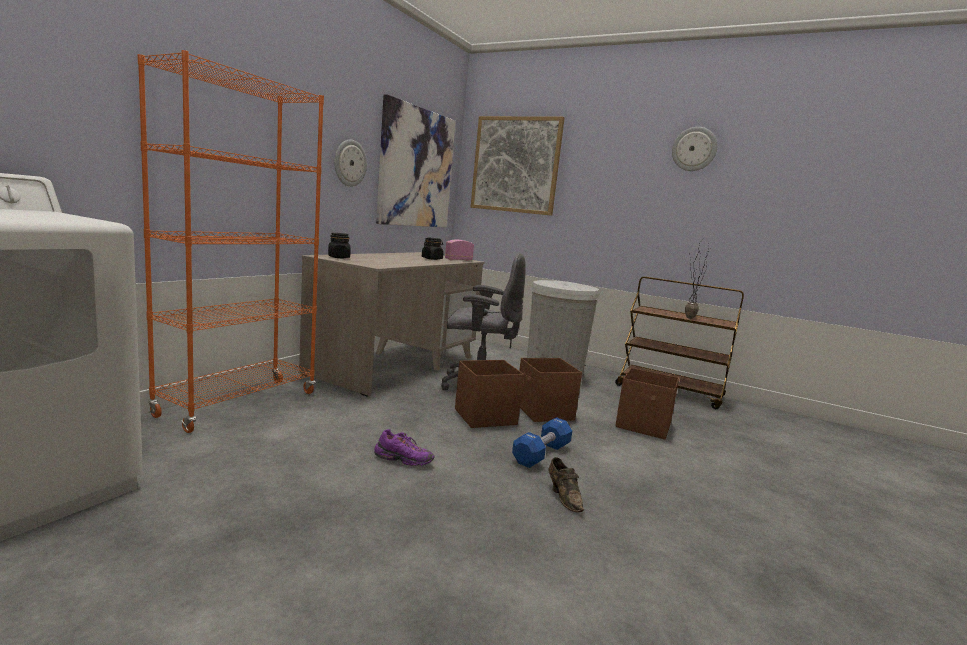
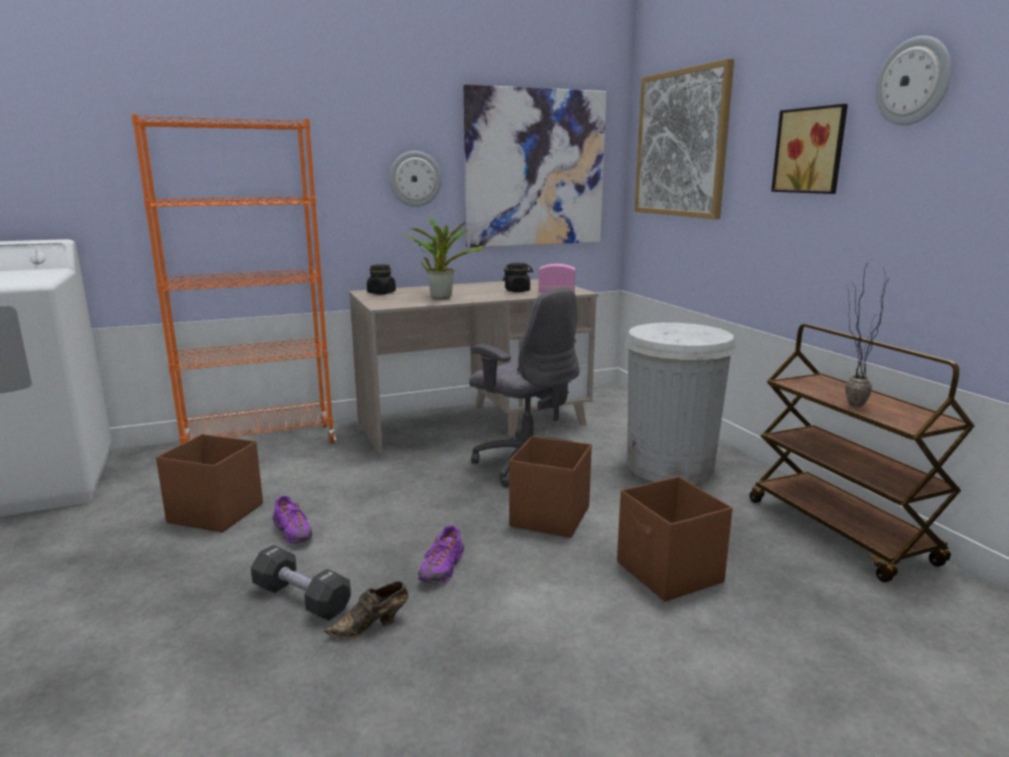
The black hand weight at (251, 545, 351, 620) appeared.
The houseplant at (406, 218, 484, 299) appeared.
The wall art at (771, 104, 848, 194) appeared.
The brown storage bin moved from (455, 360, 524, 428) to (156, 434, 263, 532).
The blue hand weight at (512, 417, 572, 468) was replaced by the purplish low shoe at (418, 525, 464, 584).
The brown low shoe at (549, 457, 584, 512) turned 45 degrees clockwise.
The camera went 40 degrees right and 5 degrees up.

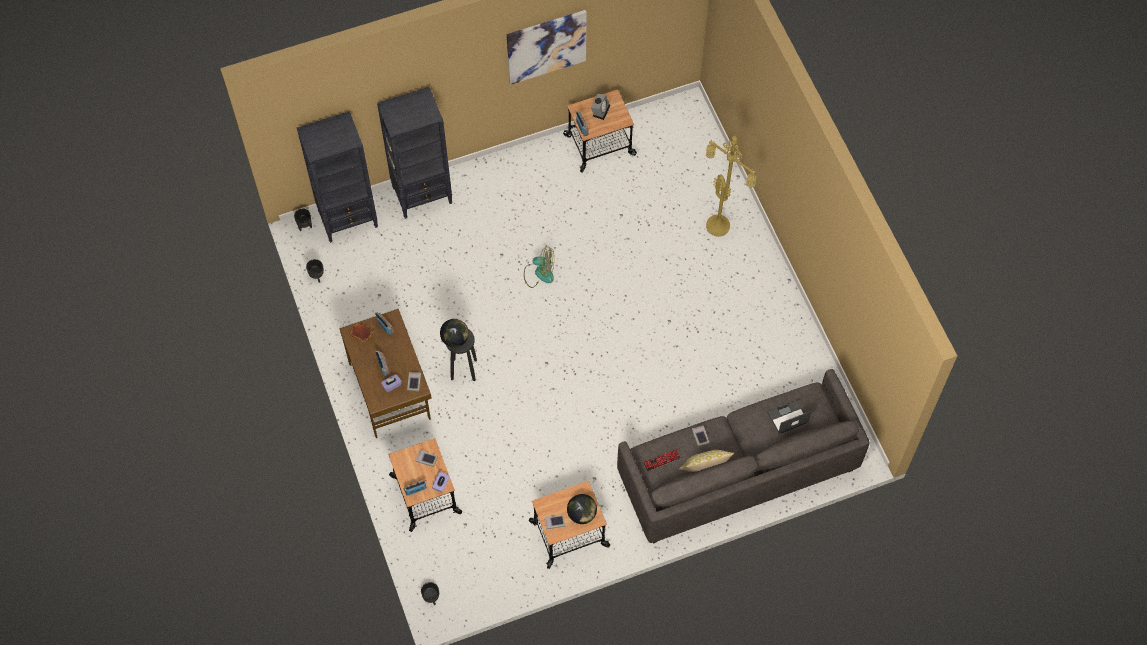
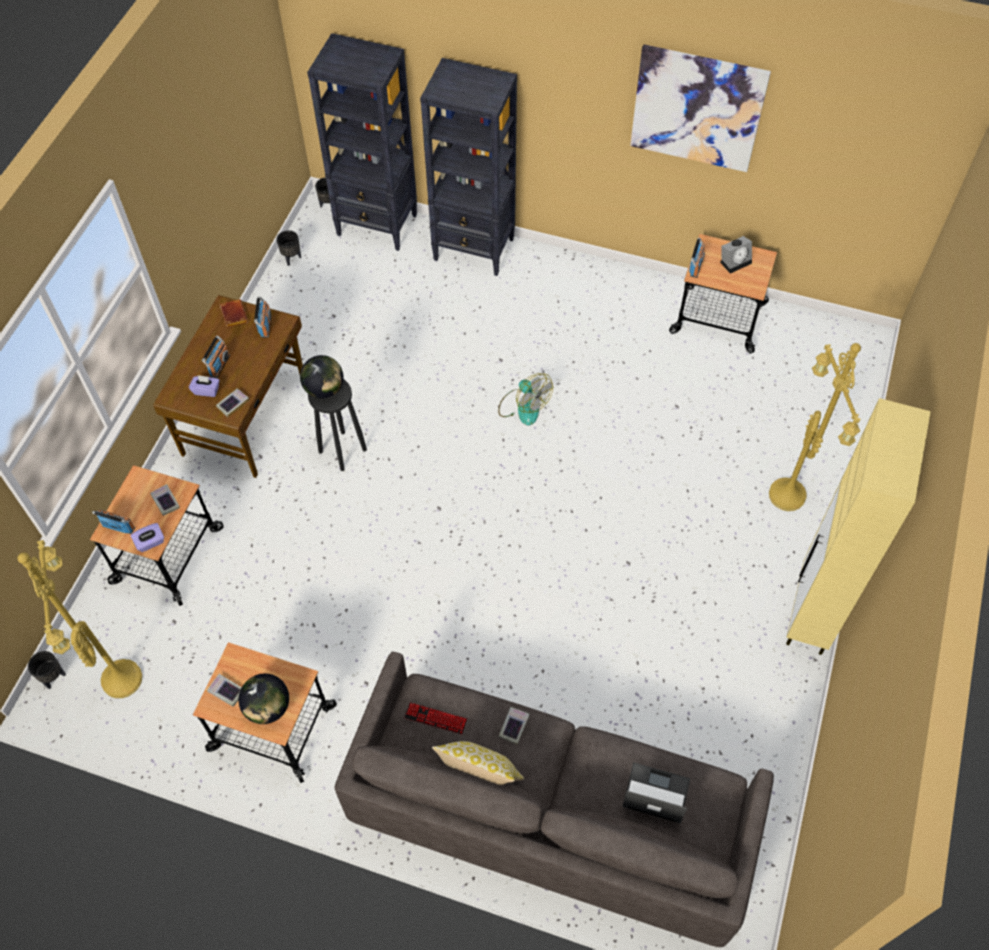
The yellow floor lamp at (17, 540, 142, 698) appeared.
The beige storage cabinet at (786, 398, 931, 655) appeared.
The camera went 40 degrees right and 5 degrees down.

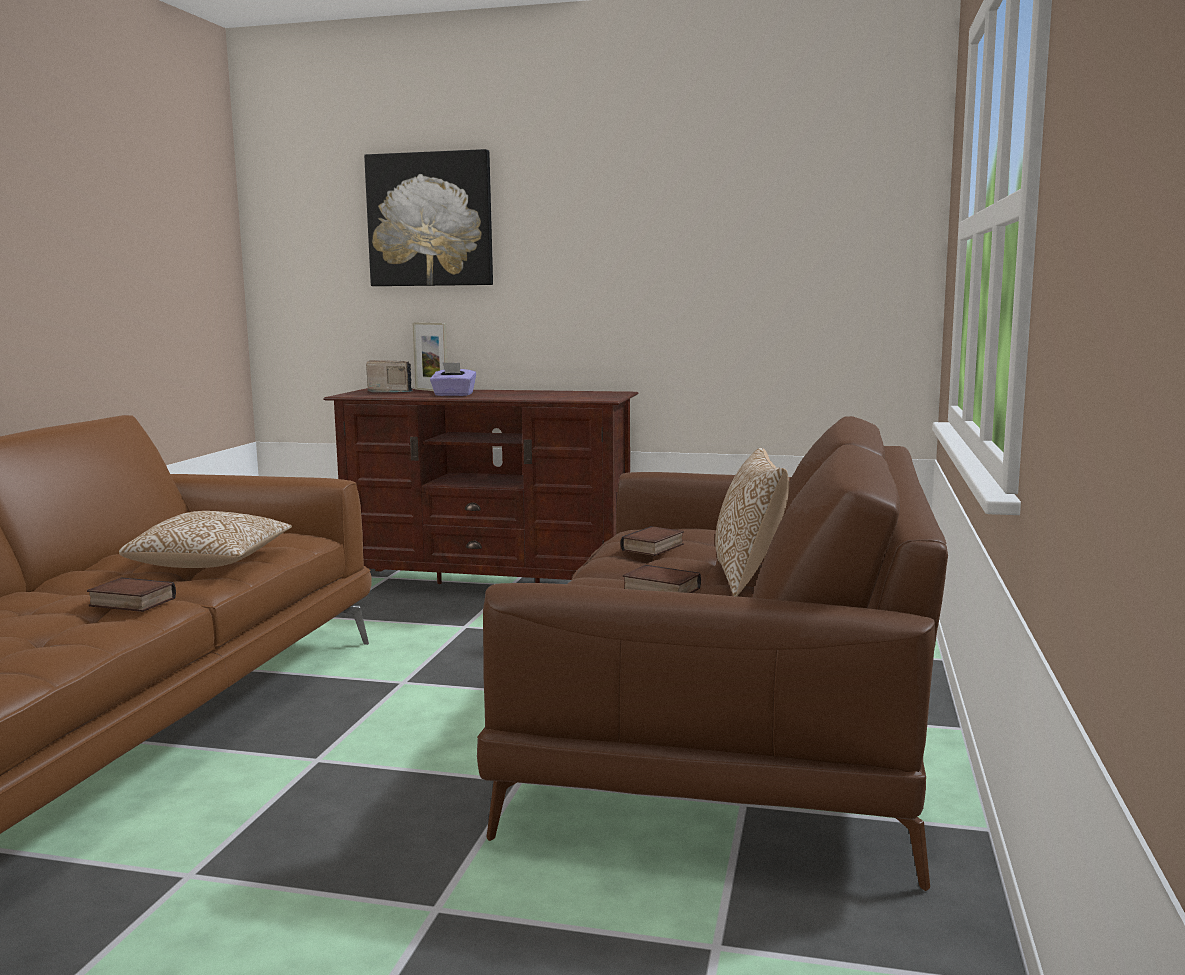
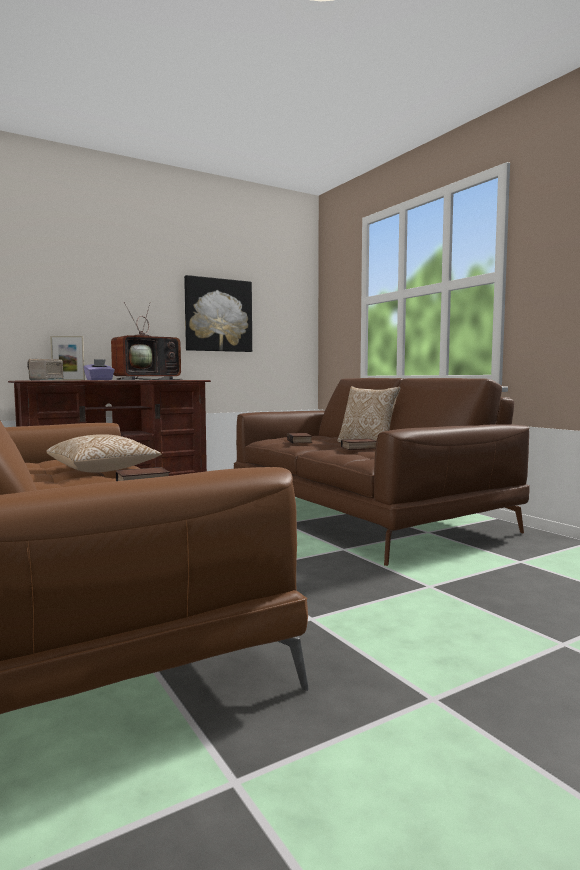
The television at (111, 302, 182, 380) appeared.
The wall art moved from (364, 149, 493, 286) to (184, 275, 252, 352).
The camera went 45 degrees left and 5 degrees down.

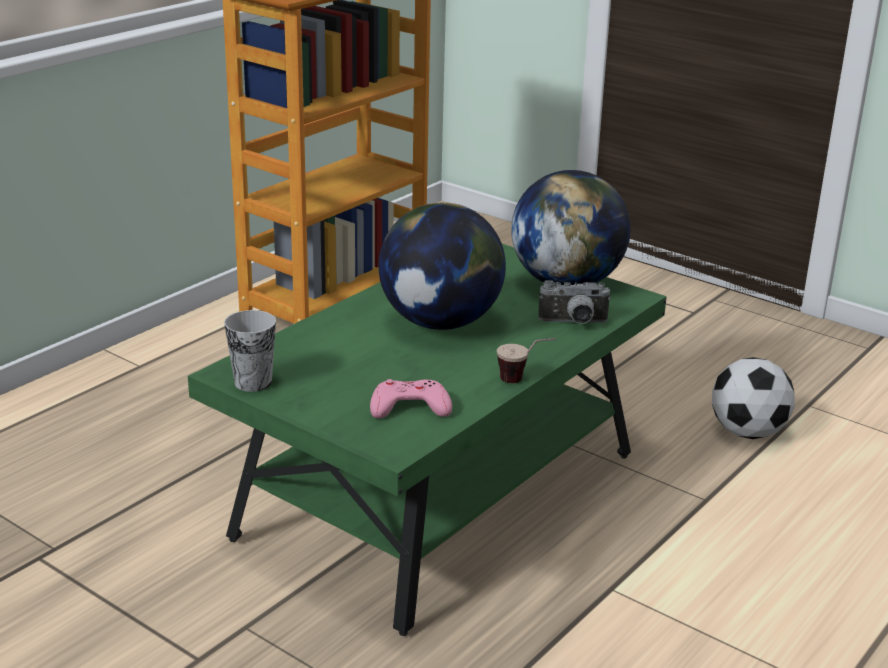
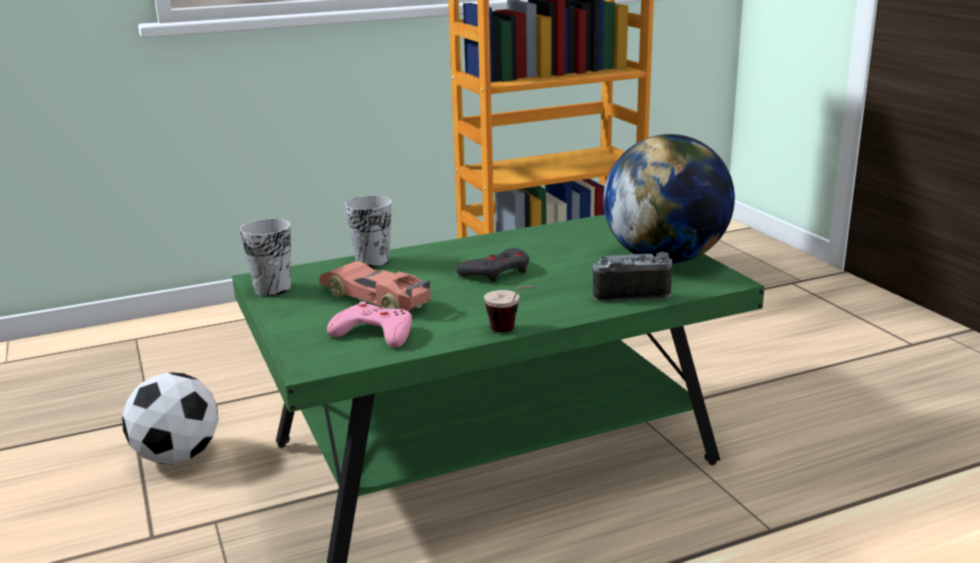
The model car at (319, 261, 431, 311) appeared.
The drinking cup at (345, 196, 392, 268) appeared.
The ball for football moved from (712, 357, 795, 439) to (122, 372, 219, 465).
The world globe at (378, 202, 506, 330) was replaced by the grey joypad at (456, 248, 529, 282).
The photo camera at (538, 280, 611, 324) turned 150 degrees clockwise.
The camera went 30 degrees right and 5 degrees down.

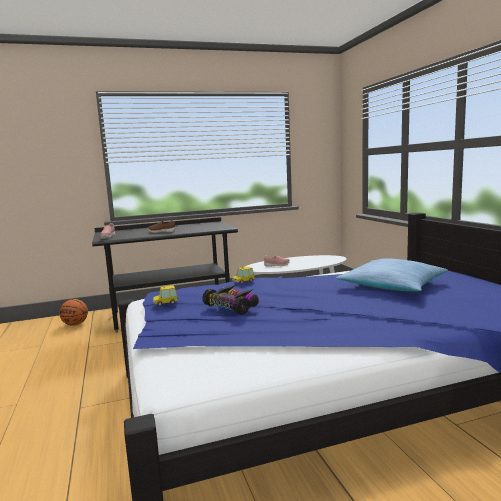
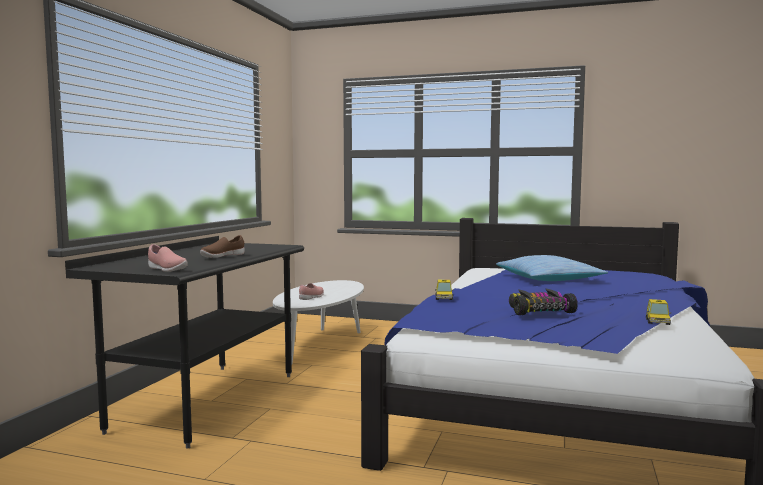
The basketball at (59, 299, 88, 326) disappeared.
The model car moved from (153, 285, 178, 306) to (646, 299, 672, 325).
The camera went 55 degrees left and 5 degrees down.

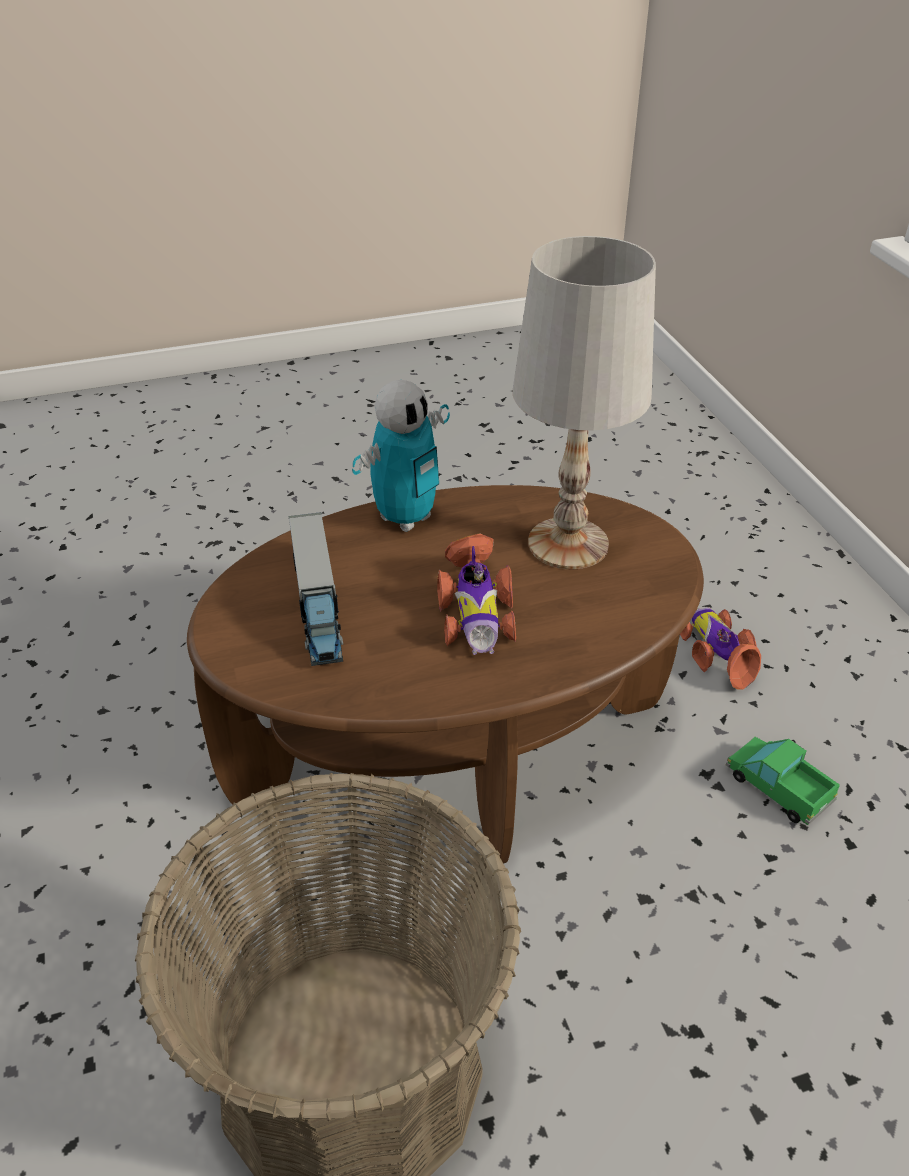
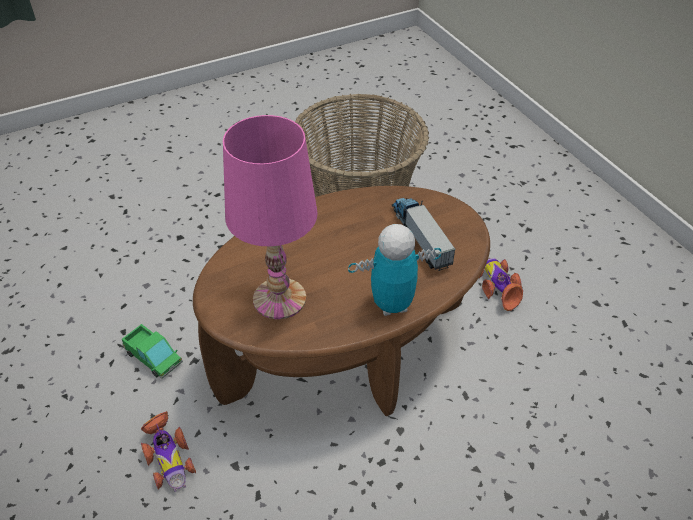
The model car moved from (437, 533, 516, 655) to (479, 258, 523, 311).
The white-coloured tabletop lamp at (513, 236, 656, 569) became the pink-coloured tabletop lamp at (223, 115, 318, 319).
The model robot at (352, 380, 450, 532) turned 45 degrees clockwise.
The camera went 170 degrees right and 5 degrees up.

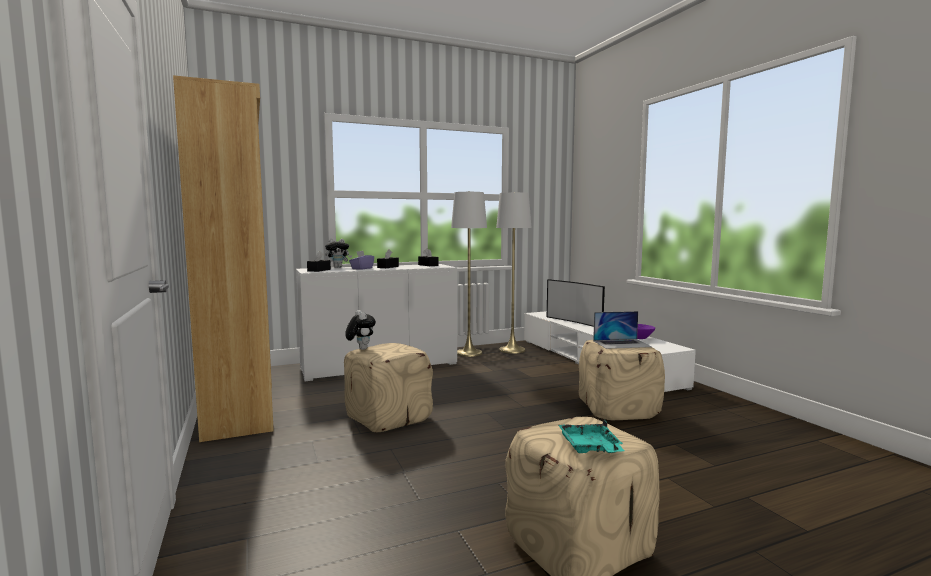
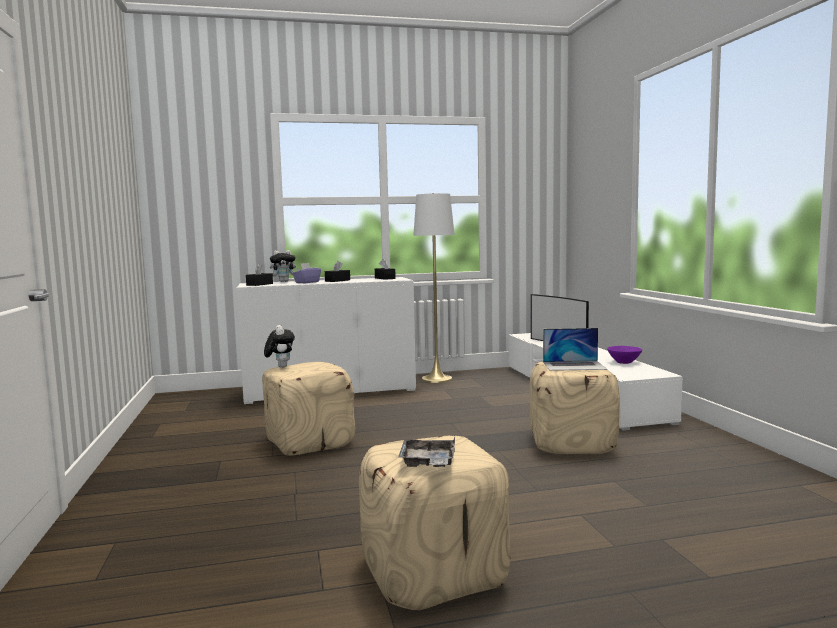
The brown shelving unit at (173, 75, 274, 442) disappeared.
The white-coloured floor lamp at (496, 192, 532, 354) disappeared.
The turquoise-coloured serving tray at (558, 420, 624, 453) became the grey serving tray at (398, 436, 455, 467).
The camera went 10 degrees right and 0 degrees up.

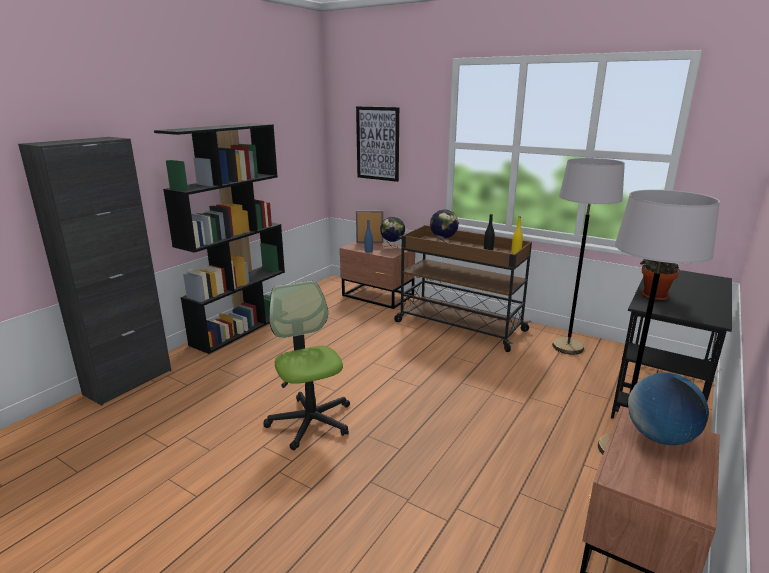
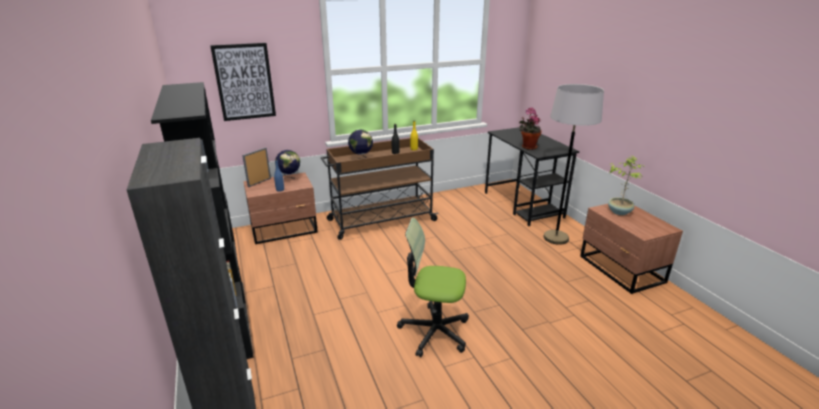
The grey floor lamp at (552, 158, 625, 354) disappeared.
The world globe at (628, 373, 709, 445) was replaced by the houseplant at (608, 156, 645, 215).
The camera went 55 degrees left and 5 degrees up.

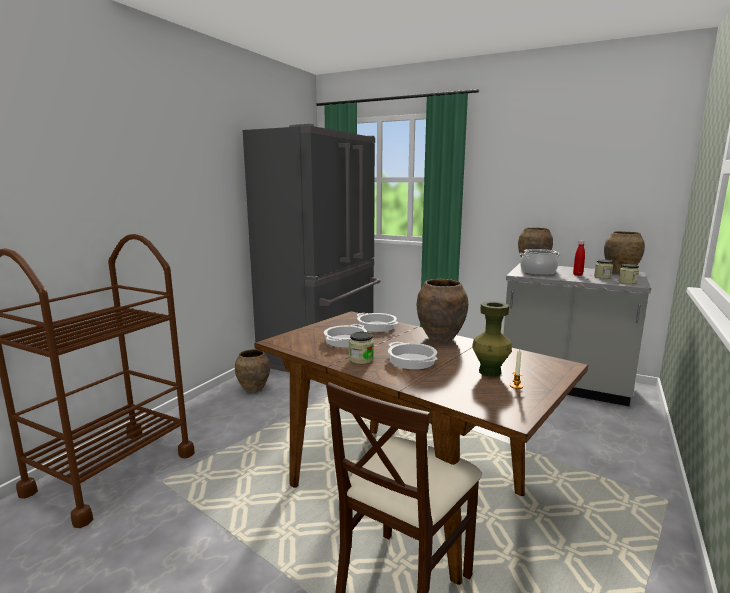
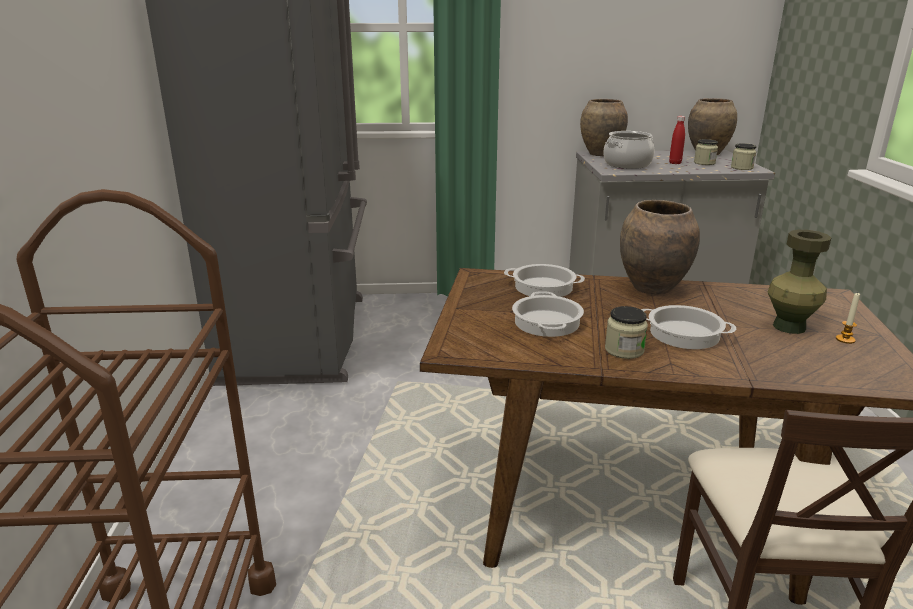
The brown decorative vase at (235, 349, 270, 393) disappeared.
The camera went 30 degrees left and 10 degrees up.

